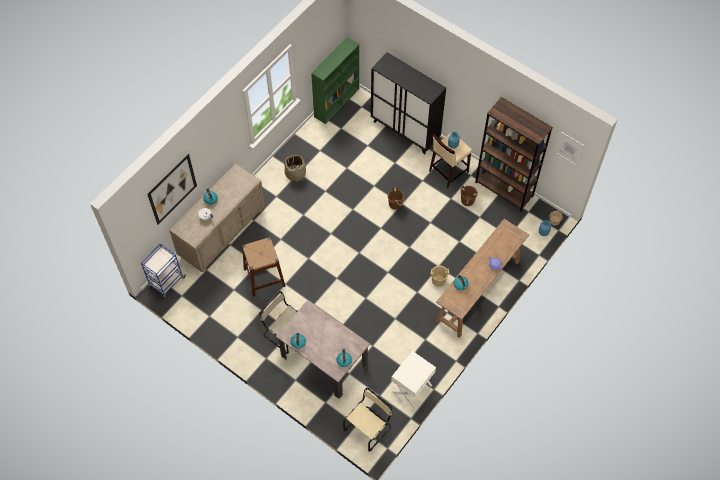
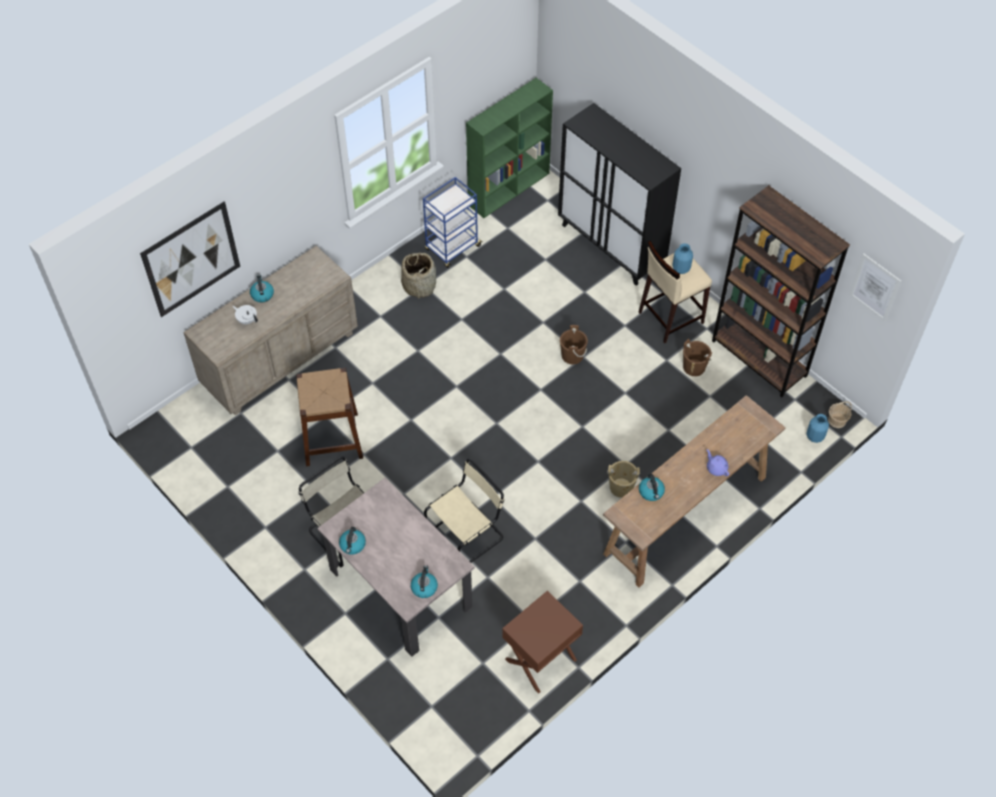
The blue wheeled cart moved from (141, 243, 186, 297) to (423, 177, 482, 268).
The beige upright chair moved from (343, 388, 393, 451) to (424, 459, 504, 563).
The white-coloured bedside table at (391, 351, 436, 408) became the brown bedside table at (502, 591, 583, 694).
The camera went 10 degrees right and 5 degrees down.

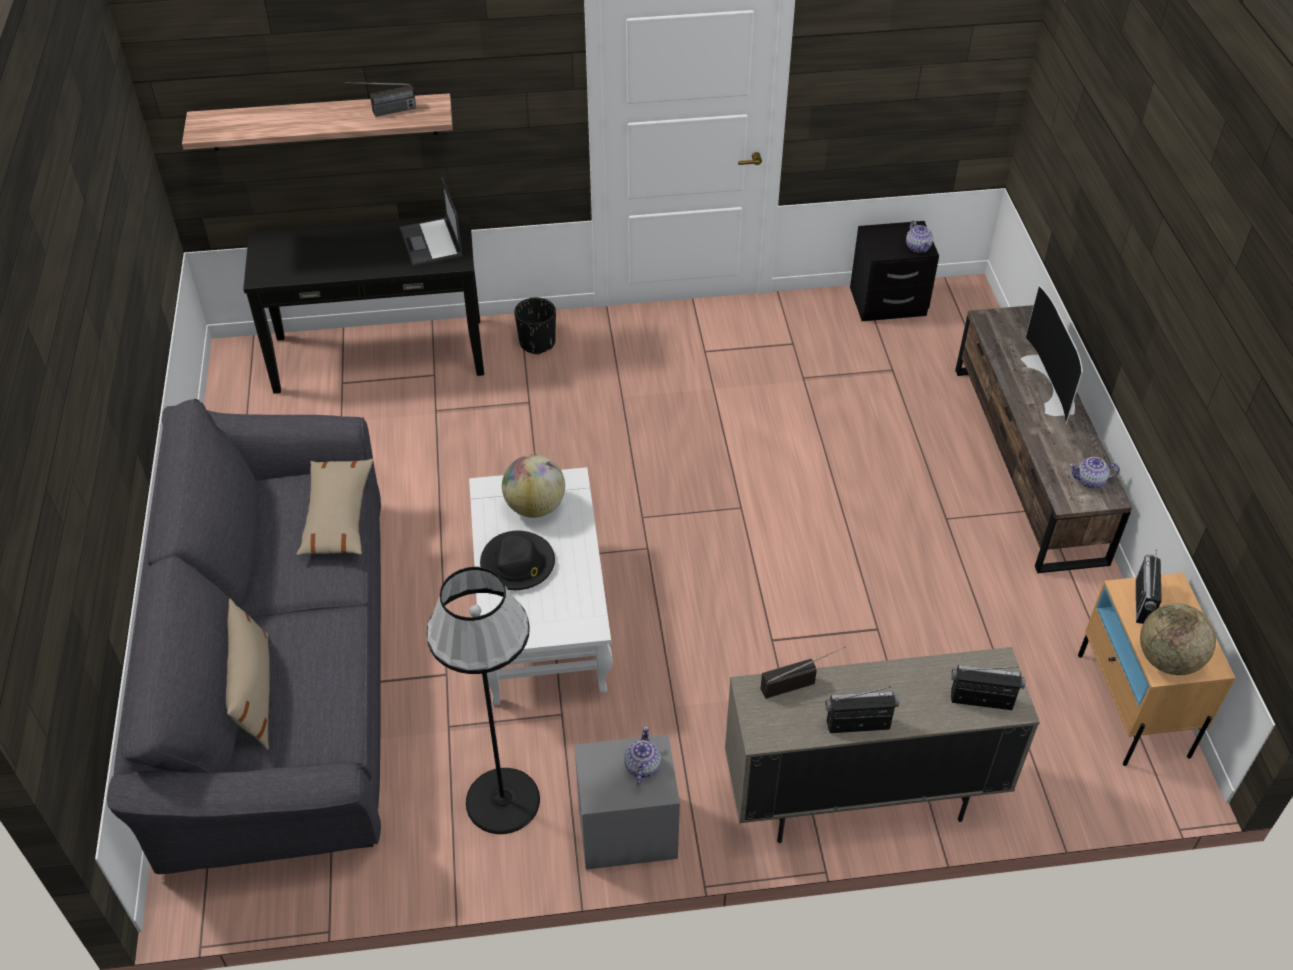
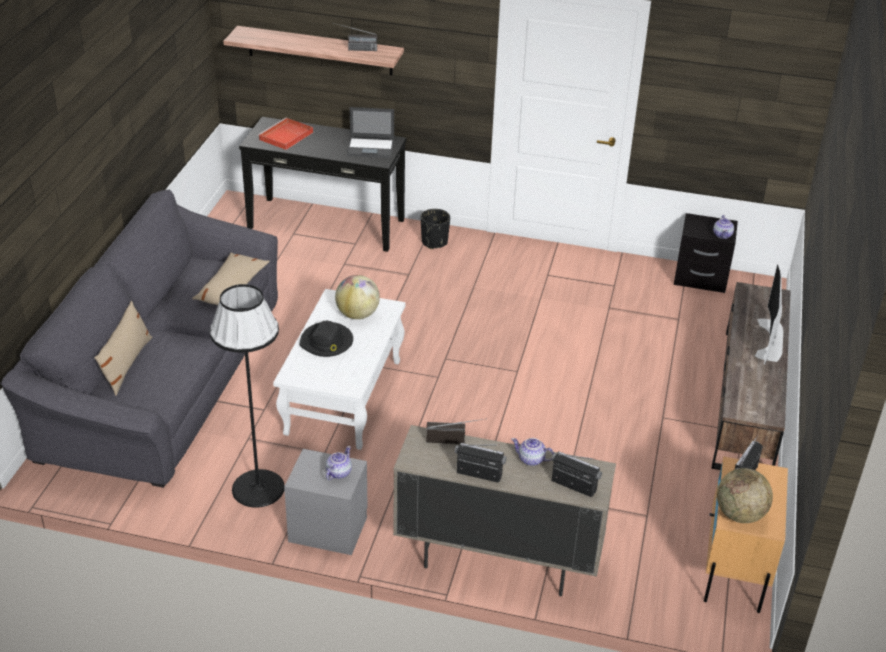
The red-coloured serving tray at (258, 118, 313, 150) appeared.
The pot for tea moved from (1070, 457, 1120, 488) to (511, 438, 554, 466).
The laptop at (400, 178, 463, 266) turned 90 degrees counterclockwise.
The camera went 20 degrees right and 10 degrees down.

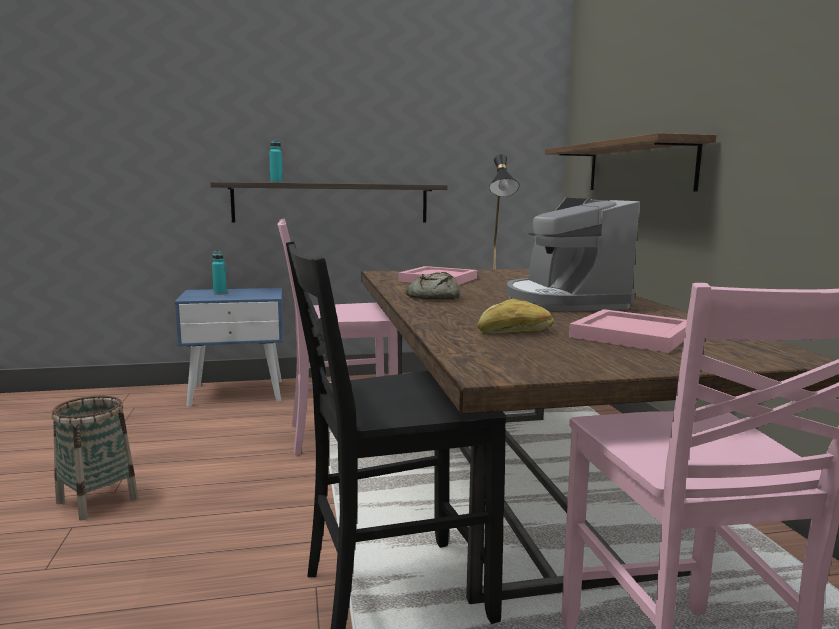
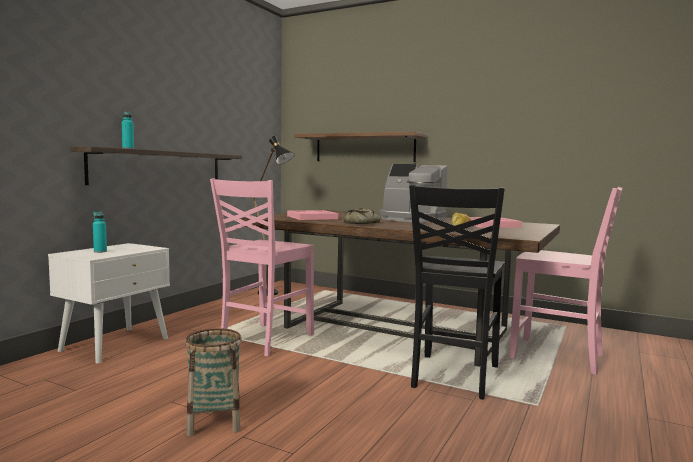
The blue bedside table at (175, 288, 283, 407) became the white-coloured bedside table at (48, 243, 170, 363).
The camera went 50 degrees left and 5 degrees down.

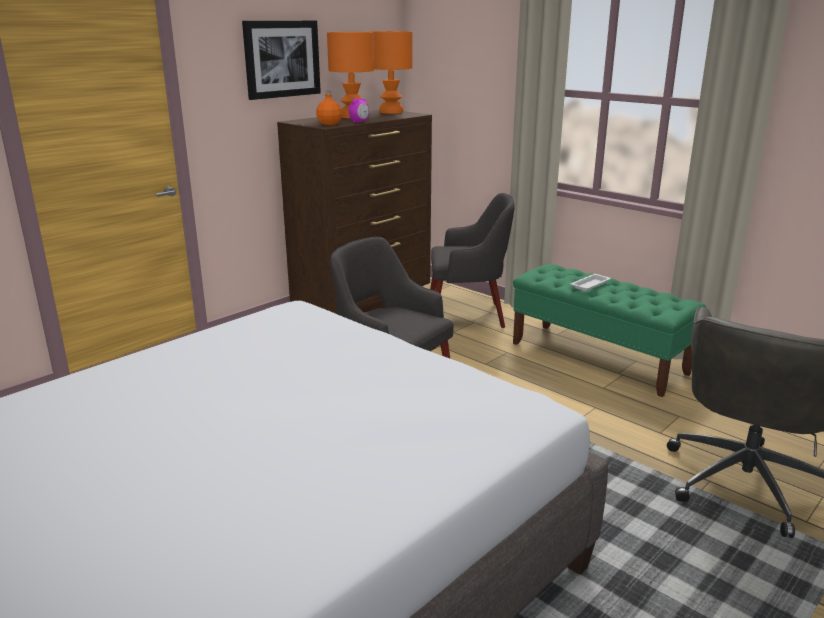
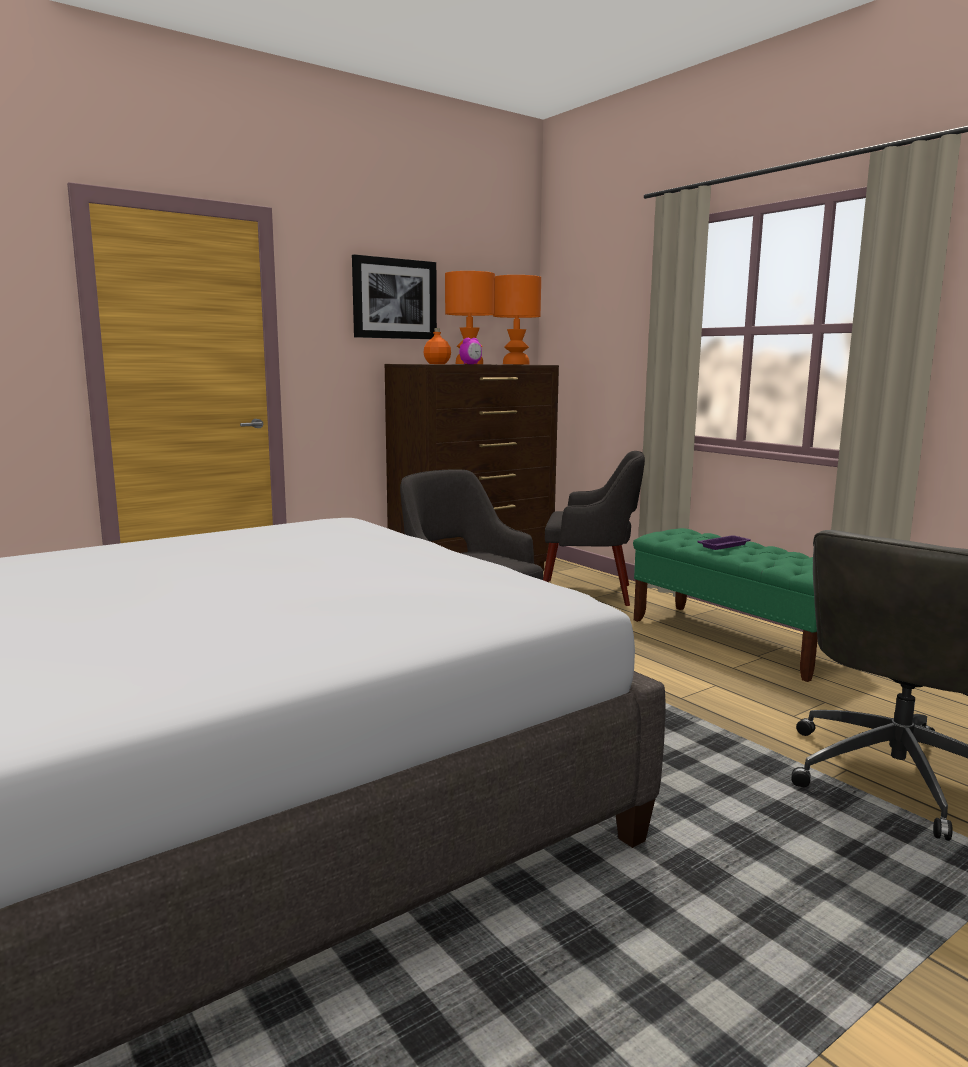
The white-coloured serving tray at (570, 274, 611, 291) became the purplish serving tray at (697, 535, 751, 550).
The camera went 10 degrees right and 10 degrees down.

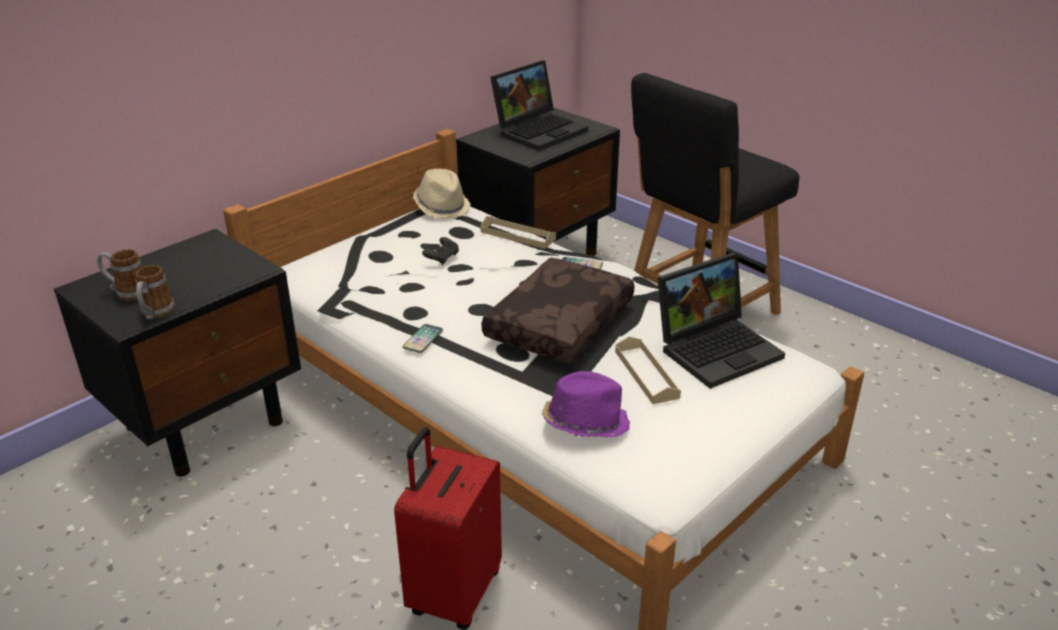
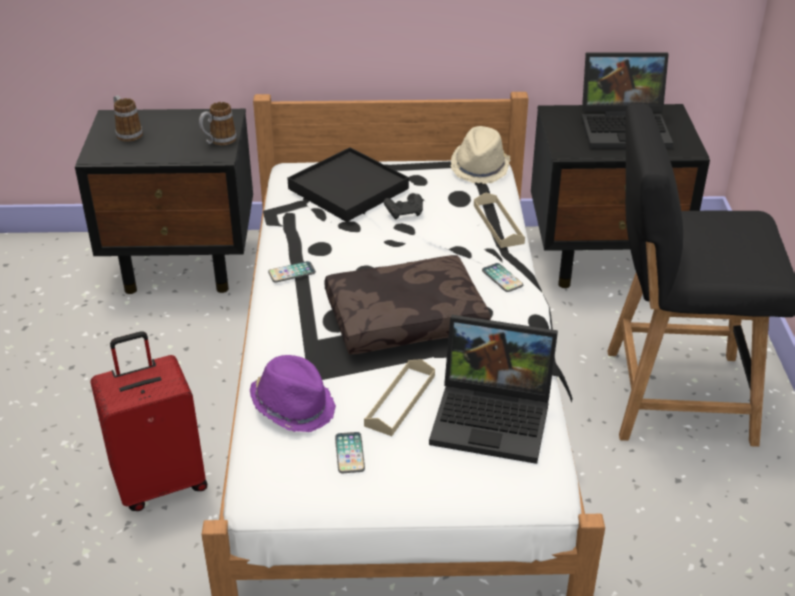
The black serving tray at (287, 147, 409, 222) appeared.
The handset at (335, 432, 365, 473) appeared.
The mug moved from (135, 265, 175, 319) to (199, 102, 237, 145).
The camera went 45 degrees right and 5 degrees up.

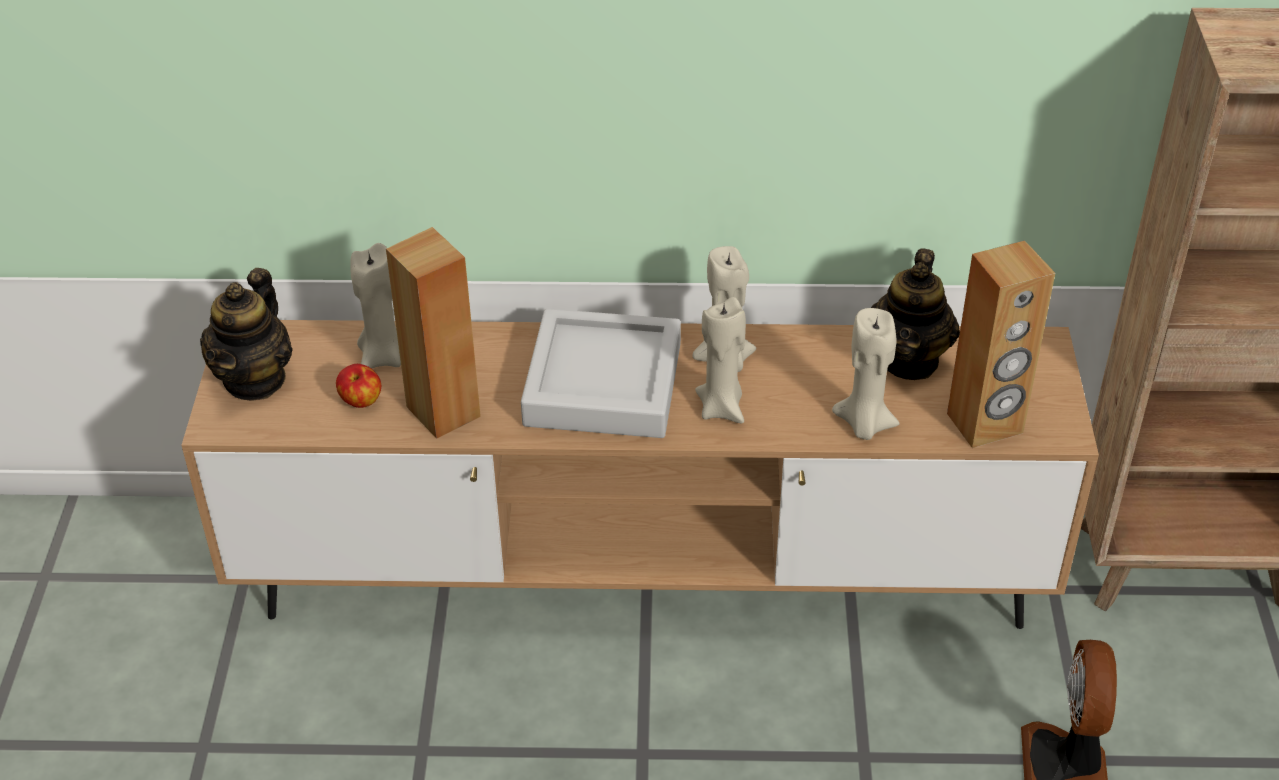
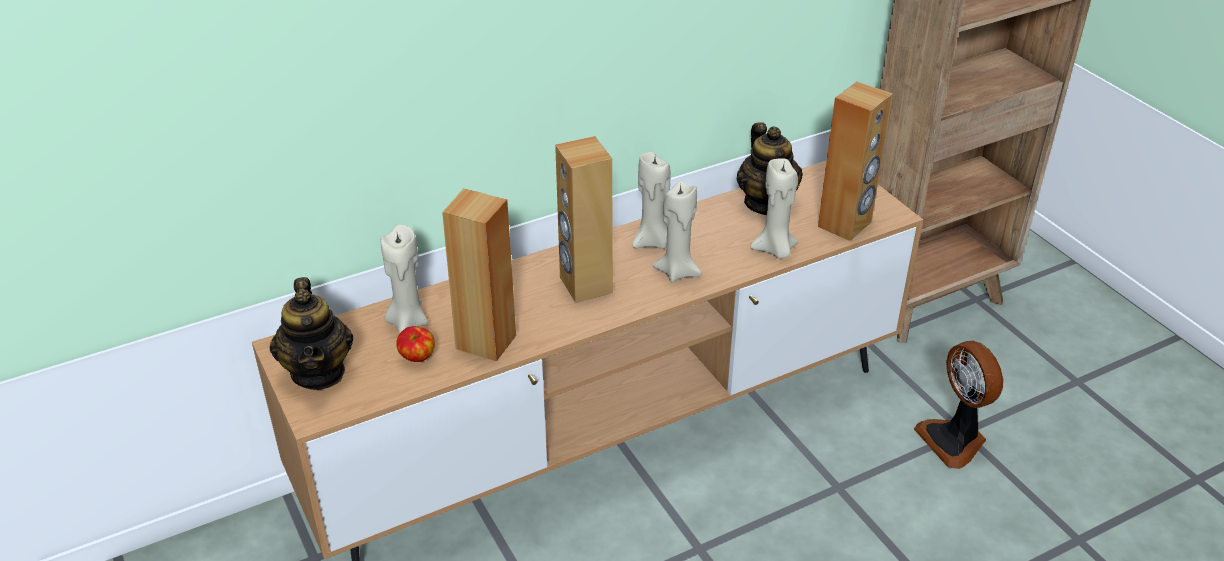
The grey serving tray at (521, 309, 681, 438) was replaced by the brown loudspeaker at (555, 136, 613, 303).
The camera went 30 degrees left and 5 degrees down.

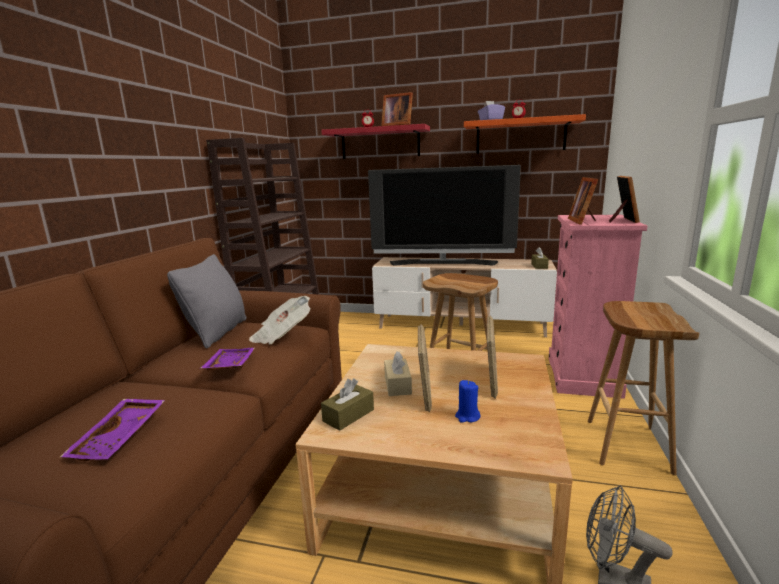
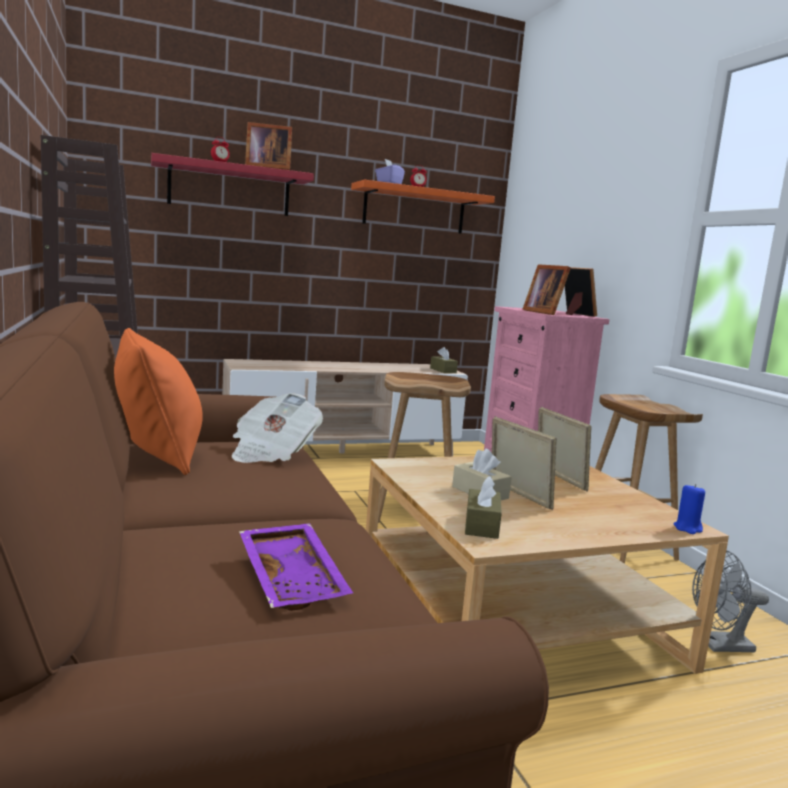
The purplish serving tray at (201, 348, 255, 370) disappeared.
The television at (368, 165, 521, 266) disappeared.
The blue wax candle moved from (455, 380, 480, 423) to (674, 484, 705, 534).
The grey throw pillow at (167, 254, 247, 349) became the orange throw pillow at (114, 328, 203, 475).
The camera went 35 degrees left and 5 degrees down.

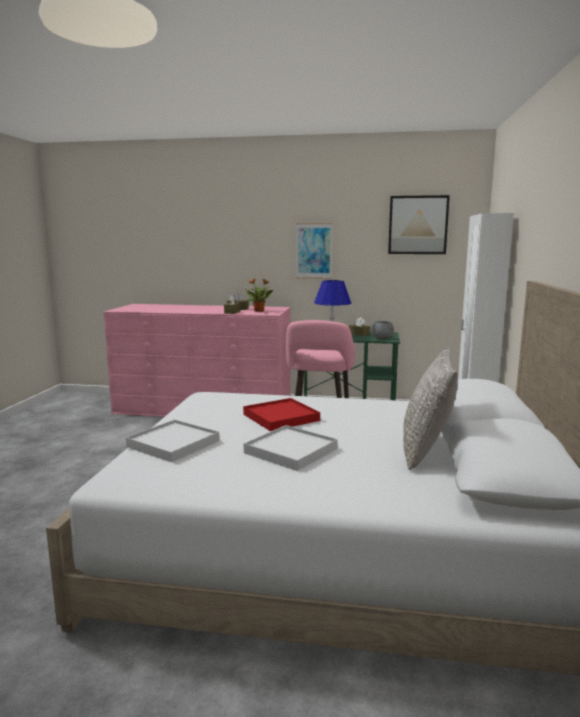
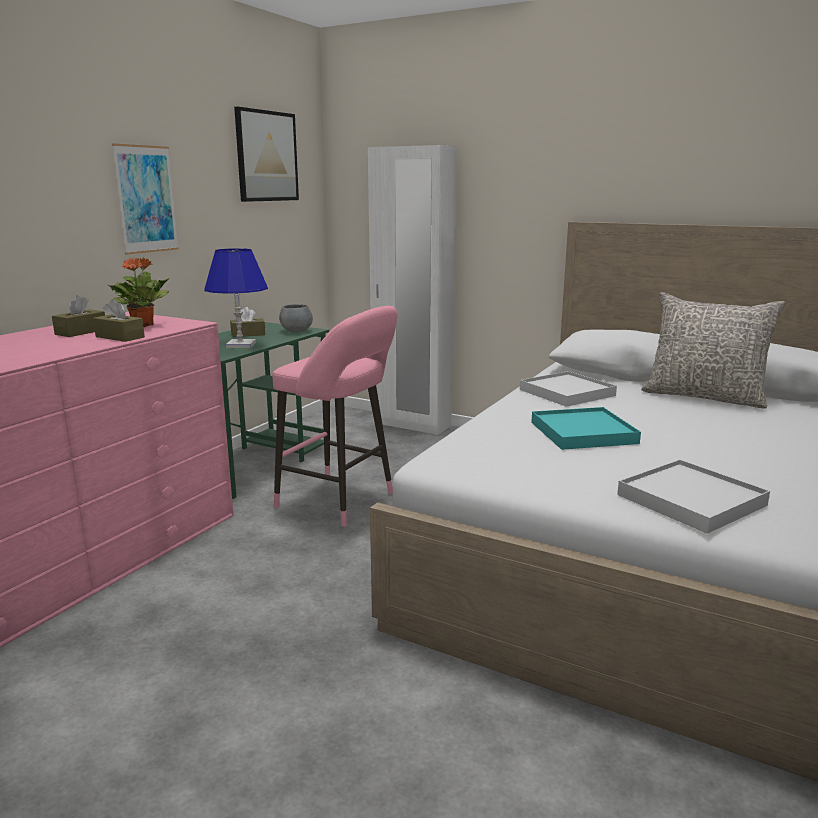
The white-coloured serving tray moved from (244, 425, 338, 471) to (520, 371, 617, 407).
The red-coloured serving tray at (243, 398, 320, 431) became the turquoise-coloured serving tray at (531, 407, 641, 450).
The camera went 70 degrees left and 5 degrees up.

